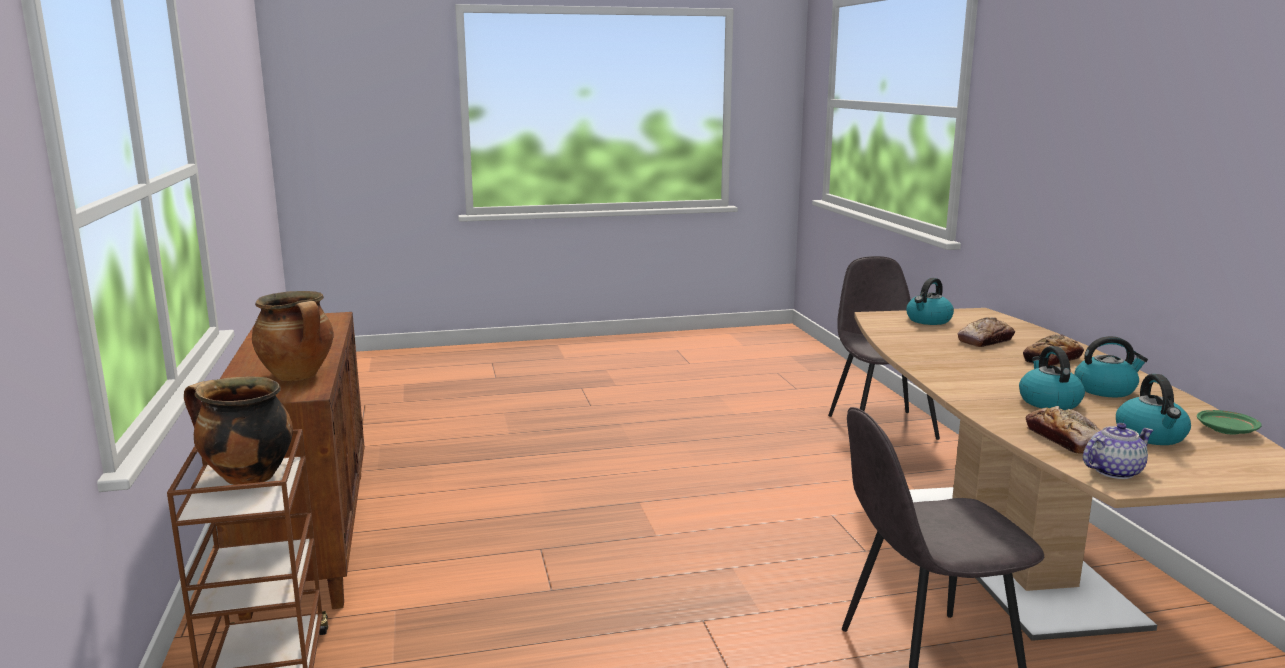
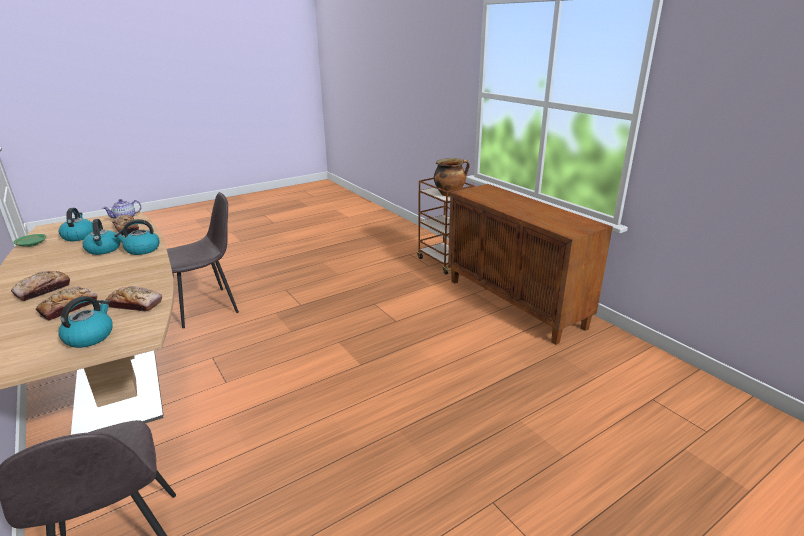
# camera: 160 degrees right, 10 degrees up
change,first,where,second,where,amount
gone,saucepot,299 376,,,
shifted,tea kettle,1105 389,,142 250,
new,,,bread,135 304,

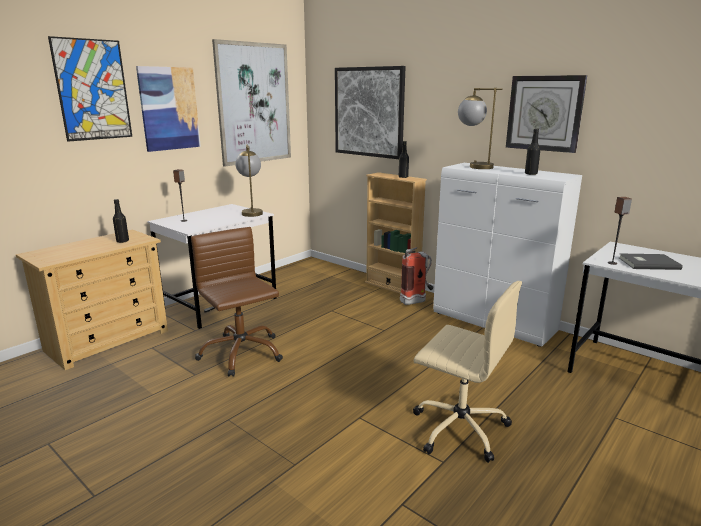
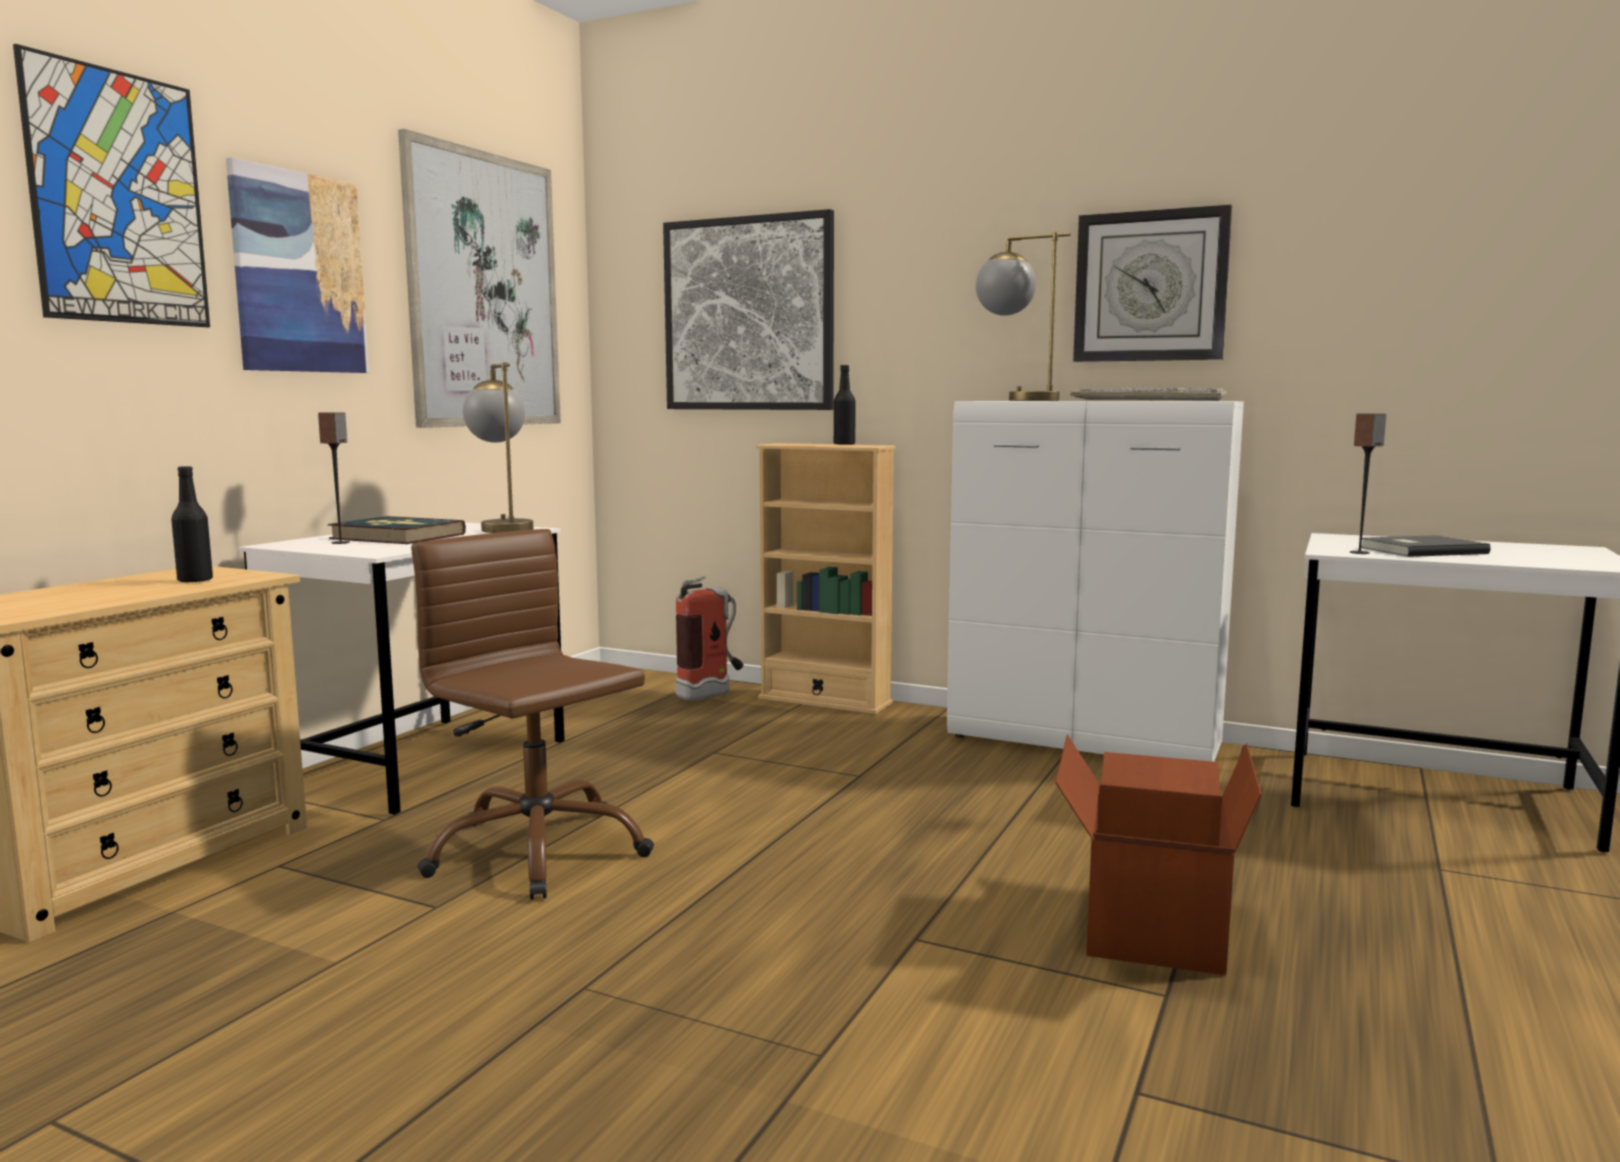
# camera: 15 degrees left, 10 degrees down
change,first,where,second,where,amount
shifted,extinguisher,417 301,,712 694,
swapped,beige computer chair,458 427,cardboard box,1150 928,
swapped,black-coloured drink bottle,531 174,computer keyboard,1149 400,
new,,,volume,397 536,

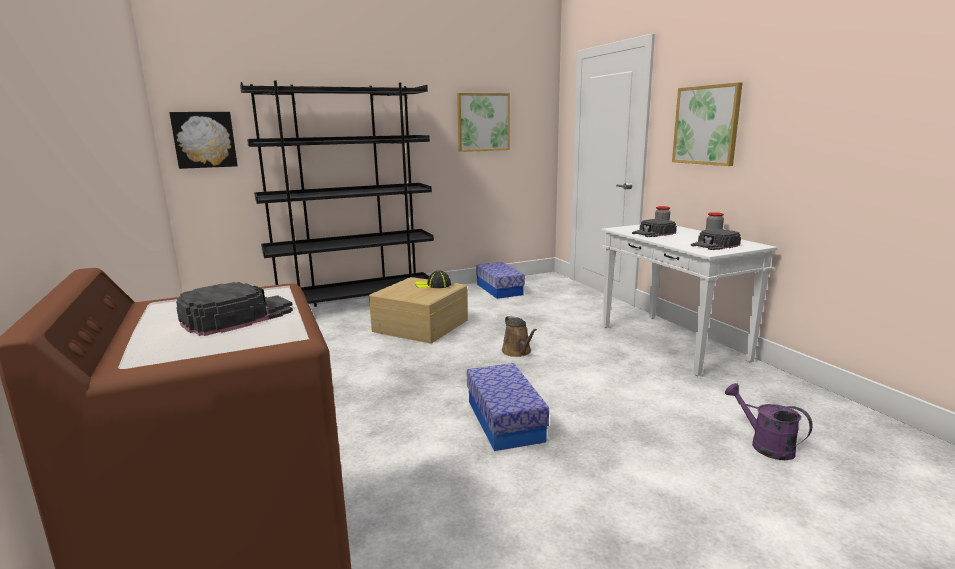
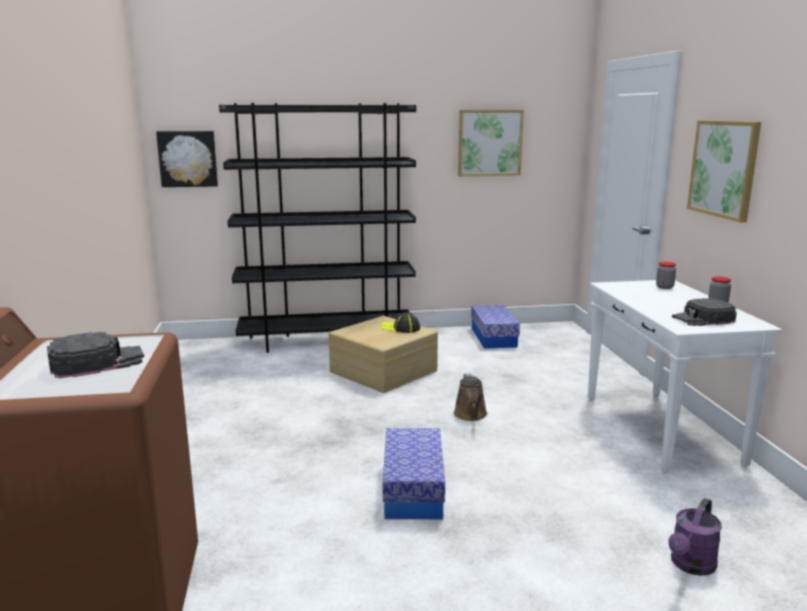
# camera: 15 degrees right, 0 degrees up
change,first,where,second,where,amount
gone,black-coloured cap,653 233,,,
rotated,purple-coloured sprinkling can,764 445,,690 566,120 degrees counterclockwise

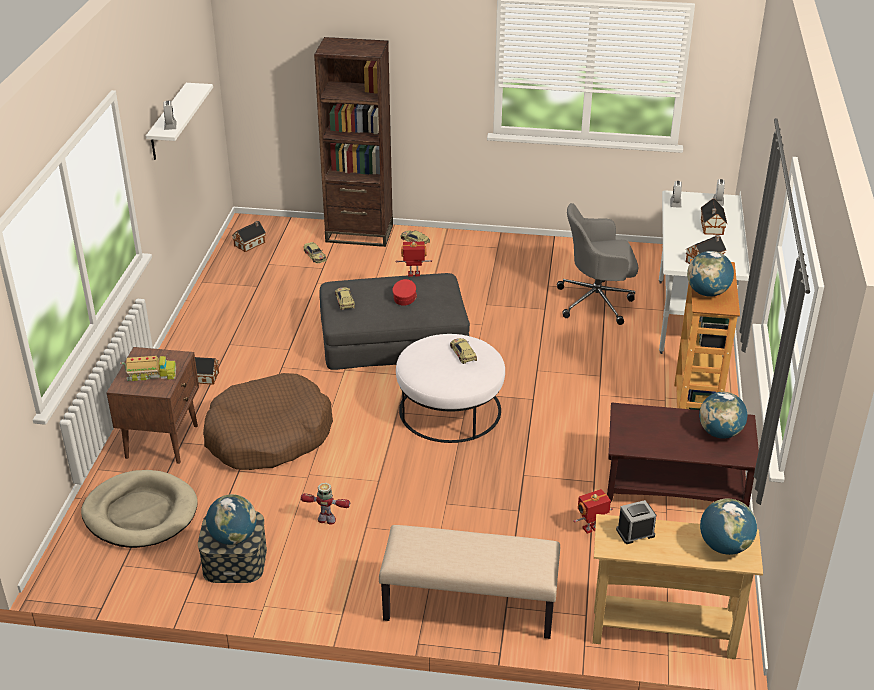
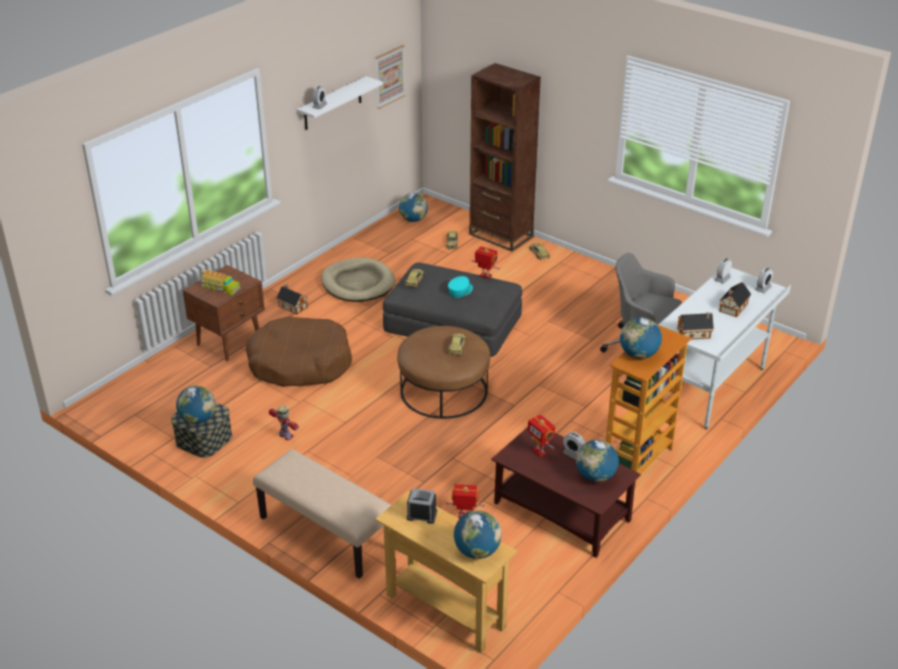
# camera: 30 degrees right, 0 degrees up
change,first,where,second,where,amount
shifted,beige pet bed,140 513,,358 283,
swapped,toy house,250 244,world globe,413 220,
repainted,reddish cap,405 297,blue-green cap,460 291,
repainted,white-coloured footrest,450 410,brown-coloured footrest,443 391,
new,,,picture,389 76,
new,,,robot figure,539 451,
new,,,bedside clock,573 454,

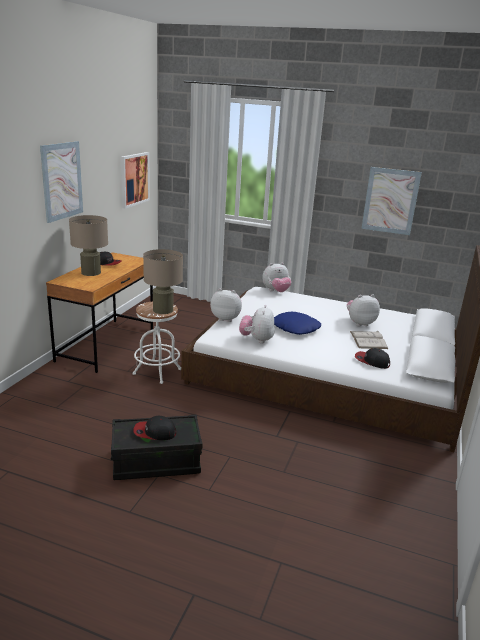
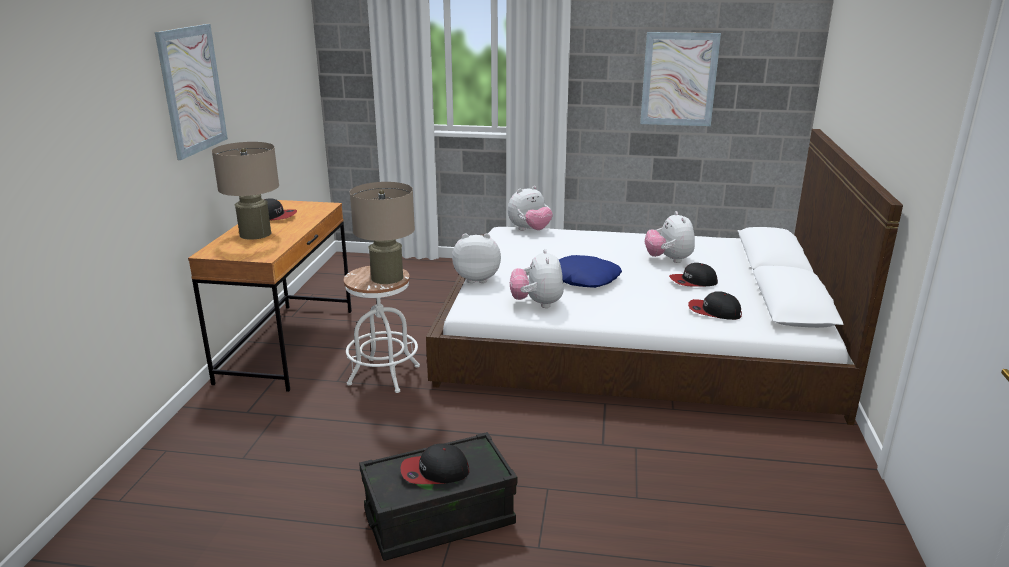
# camera: 10 degrees left, 0 degrees up
change,first,where,second,where,amount
gone,picture,134 179,,,
rotated,soft toy,359 323,,668 260,75 degrees counterclockwise
swapped,white-coloured volume,368 340,cap,693 282,

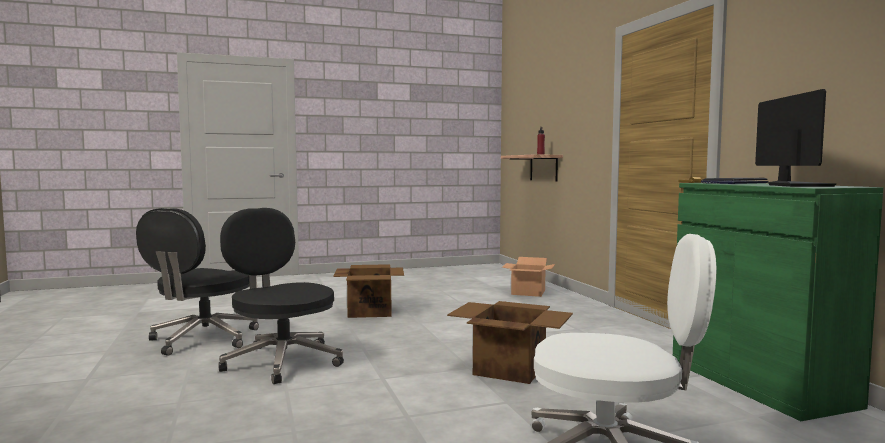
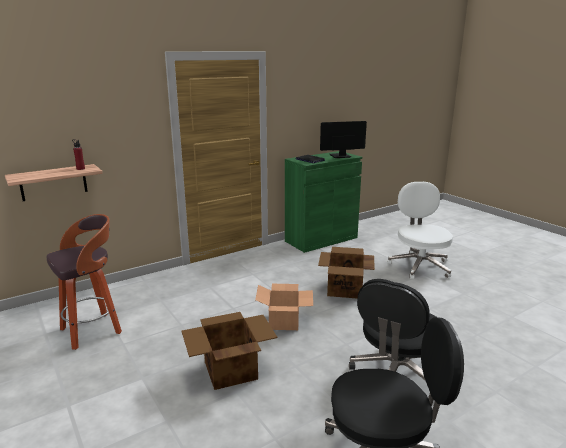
# camera: 105 degrees left, 15 degrees up
change,first,where,second,where,amount
shifted,cardboard box,528 292,,283 321,
new,,,sitting stool,92 330,

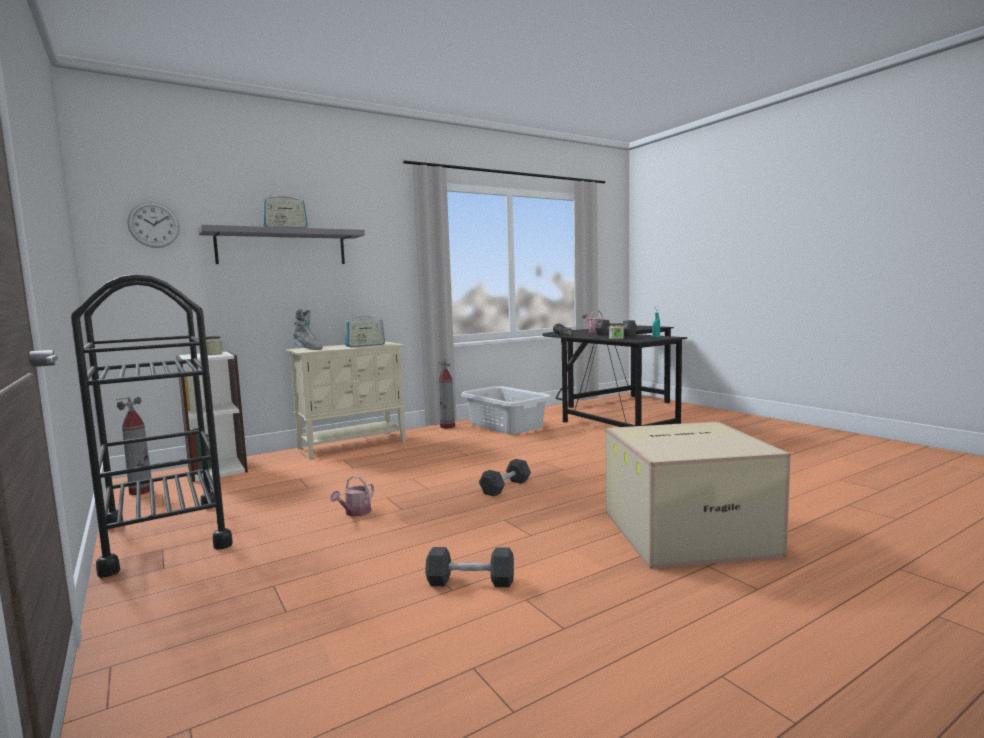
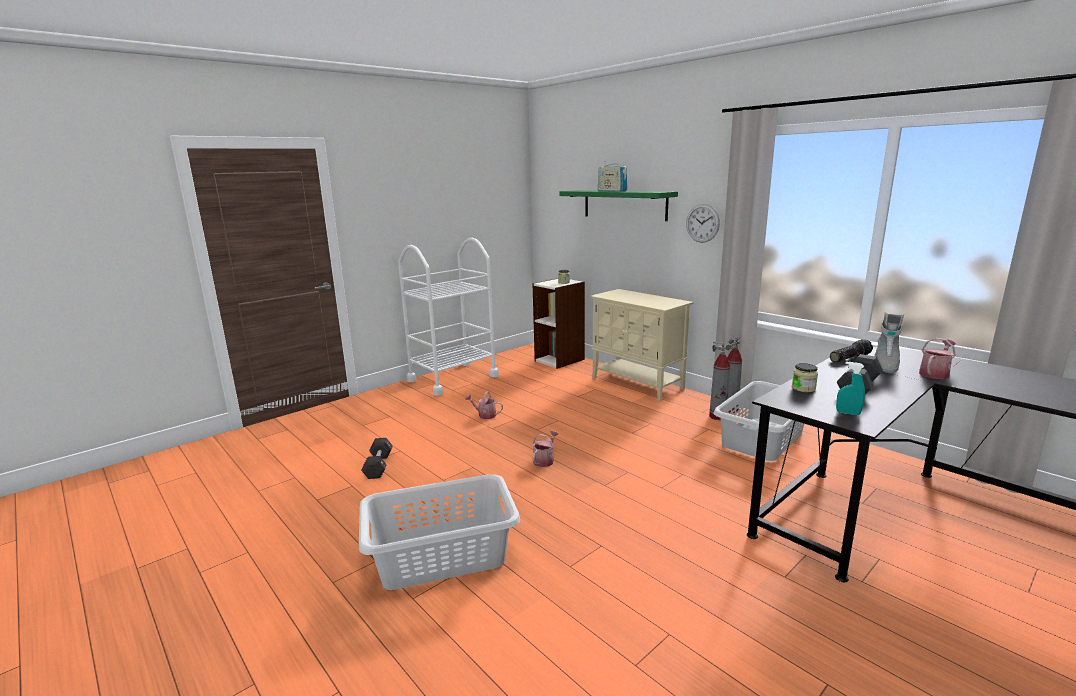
# camera: 80 degrees right, 10 degrees up
change,first,where,second,where,amount
repainted,black-coloured cart,165 535,white-coloured cart,453 378,
shifted,extinguisher,141 491,,718 416,
shifted,hanging clock,154 225,,702 223,
repainted,greyish bracket shelf,282 247,greenish bracket shelf,624 204,
shifted,greyish boot,307 349,,885 365,
gone,radio,365 345,,,
swapped,black-coloured free weight,505 487,sprinkling can,545 460,
swapped,cardboard box,688 531,greyish hamper,442 556,

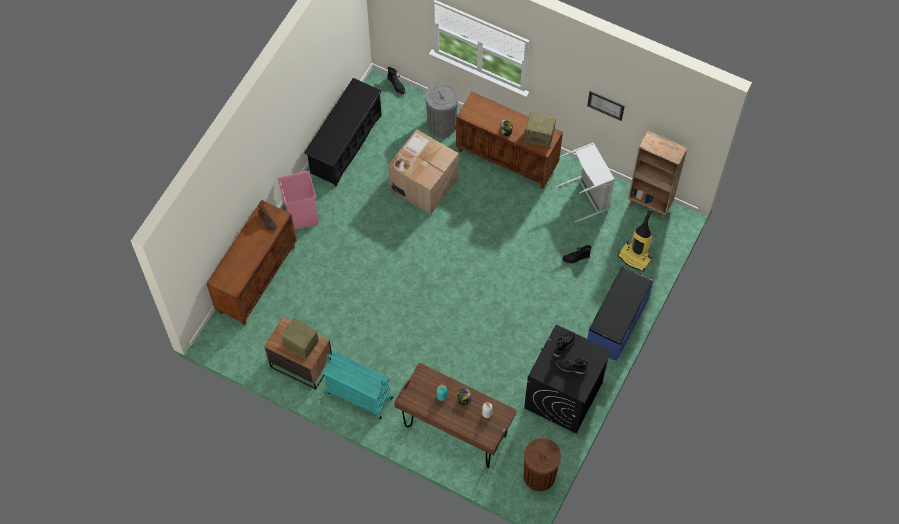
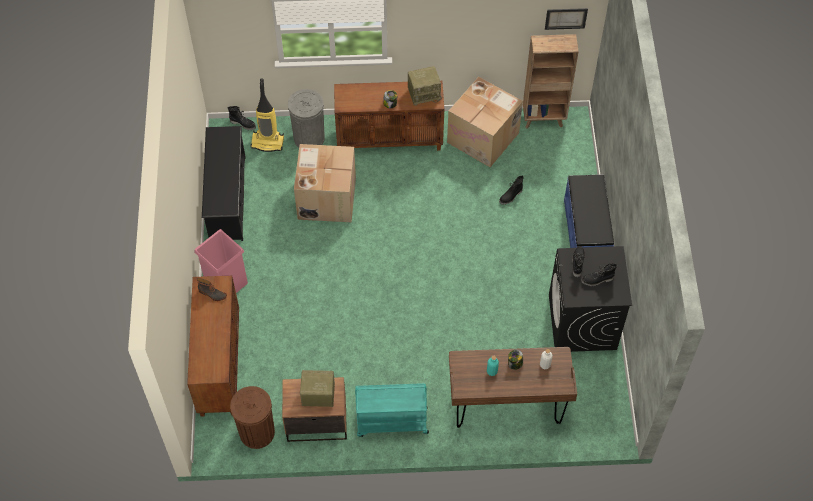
# camera: 30 degrees left, 5 degrees down
change,first,where,second,where,amount
shifted,brown-coloured waste bin,539 475,,257 432,
swapped,greyish hamper,587 196,cardboard box,484 137,
shifted,picture,606 105,,566 18,
shifted,hoover,635 257,,268 142,

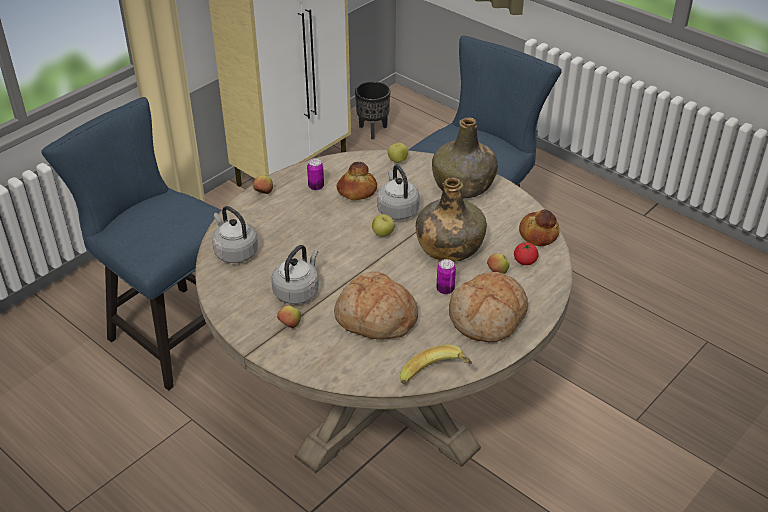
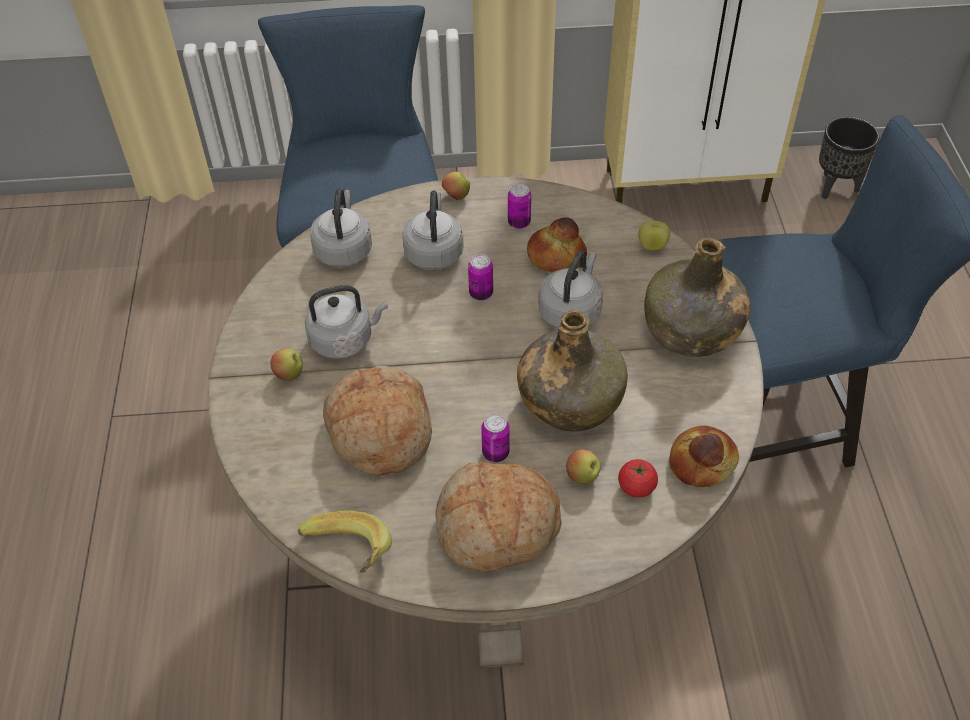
# camera: 45 degrees right, 10 degrees up
change,first,where,second,where,amount
gone,whole apple,383 234,,,
new,,,greyish tea kettle,434 252,
new,,,metal can,481 293,

